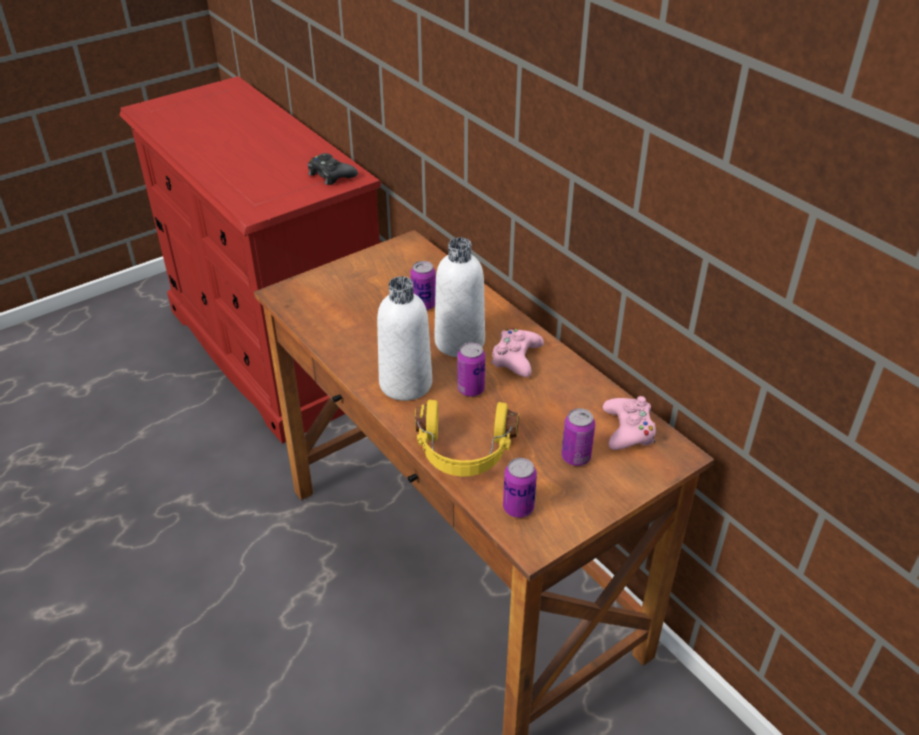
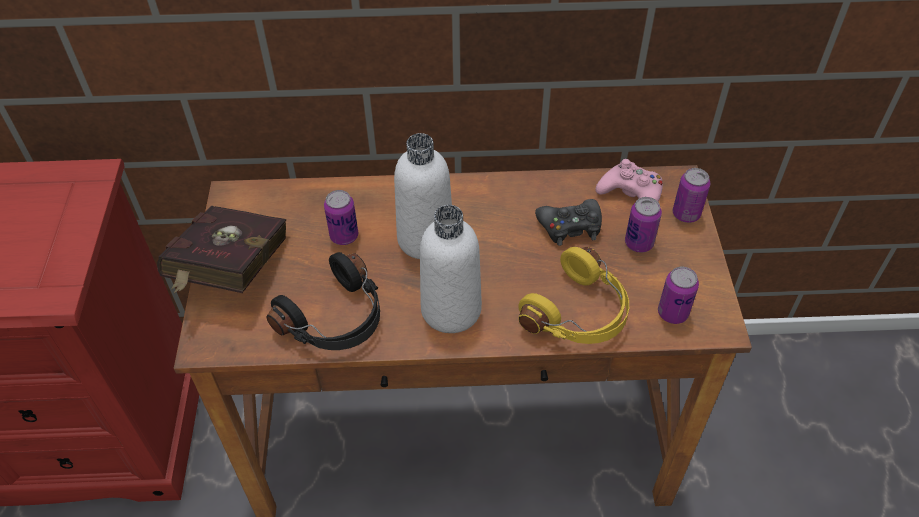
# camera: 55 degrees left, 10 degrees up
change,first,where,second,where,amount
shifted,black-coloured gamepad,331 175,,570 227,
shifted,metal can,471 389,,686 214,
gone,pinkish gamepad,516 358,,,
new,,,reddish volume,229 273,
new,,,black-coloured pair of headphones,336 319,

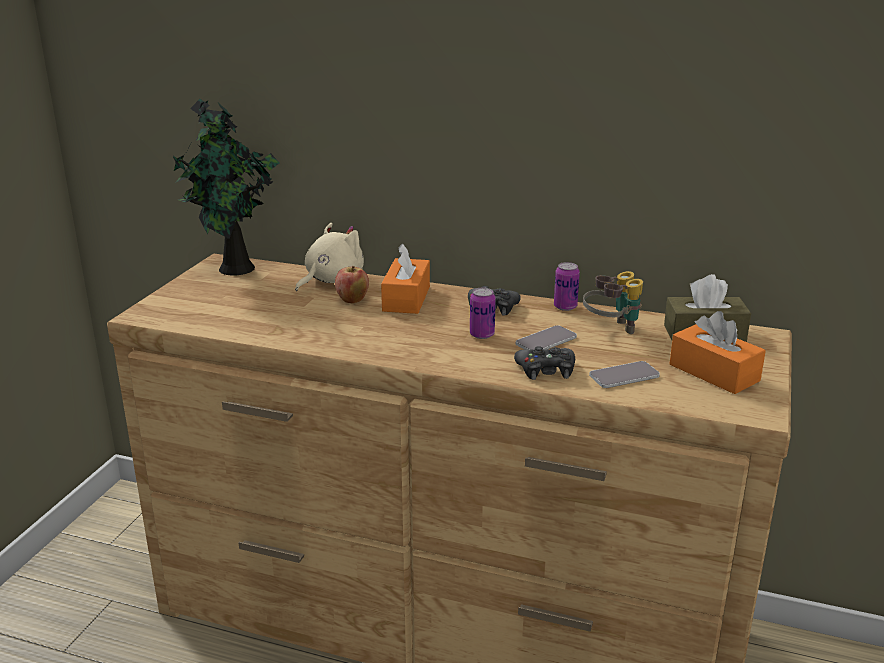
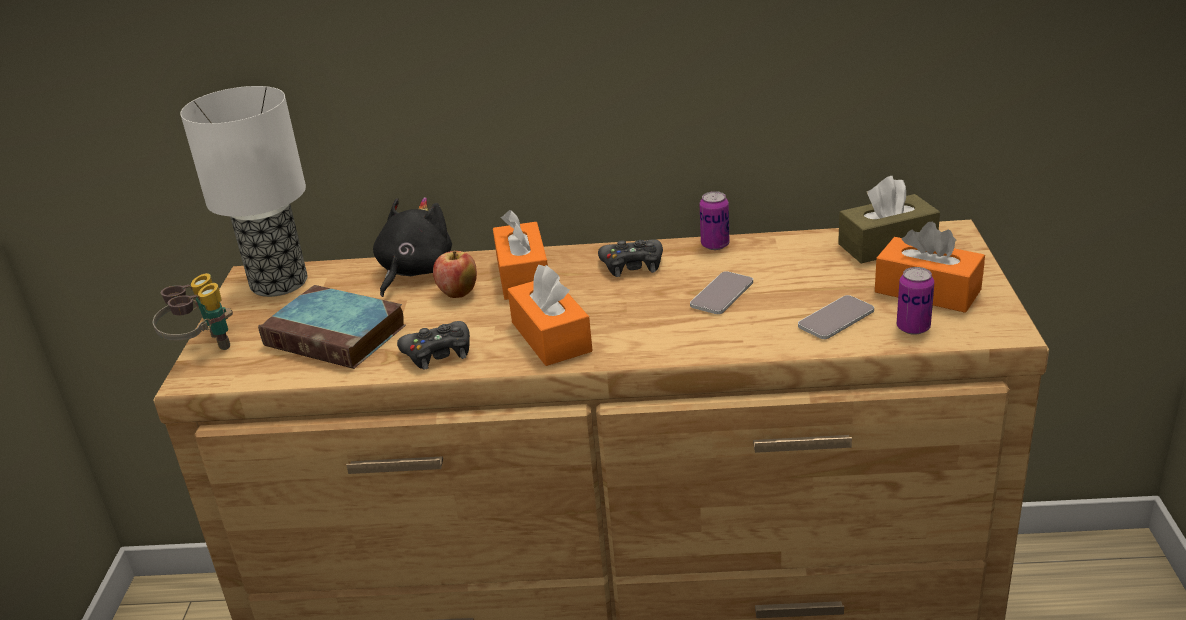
# camera: 15 degrees left, 5 degrees up
change,first,where,second,where,amount
swapped,potted plant,235 270,tabletop lamp,279 283,
repainted,beige soft toy,331 280,black-coloured soft toy,413 271,
shifted,metal can,482 335,,913 328,
shifted,black-coloured gamepad,546 370,,438 353,
shifted,pair of binoculars,611 329,,203 348,
new,,,volume,338 335,
new,,,orangey tissue box,551 337,

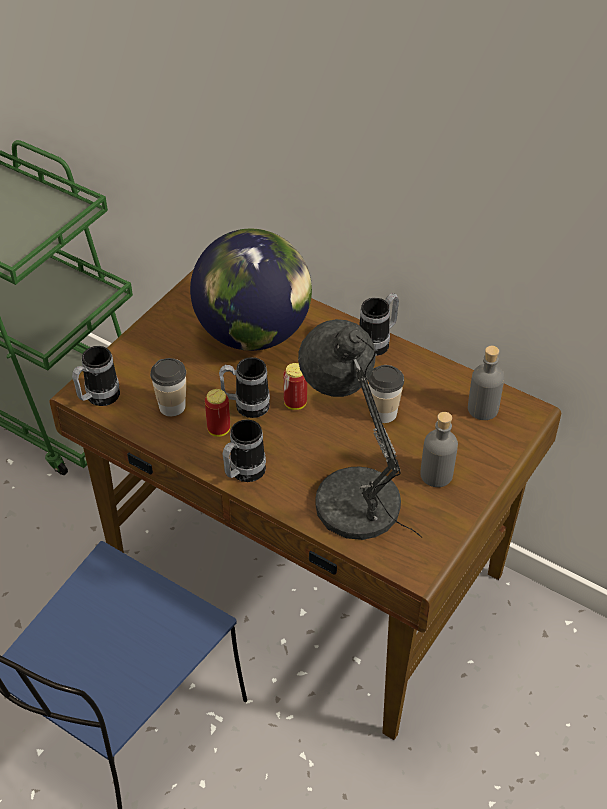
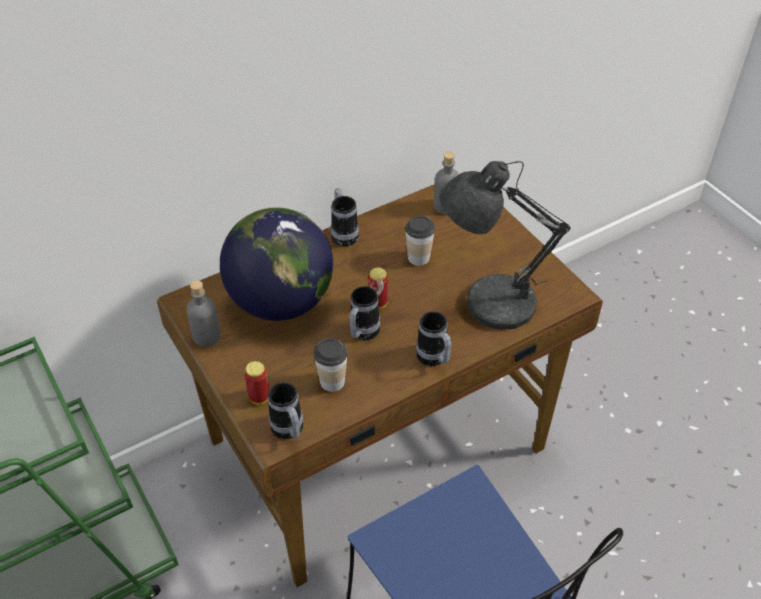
# camera: 65 degrees left, 0 degrees up
change,first,where,second,where,amount
shifted,metal can,219 430,,259 397,
shifted,greyish drink bottle,436 475,,206 336,

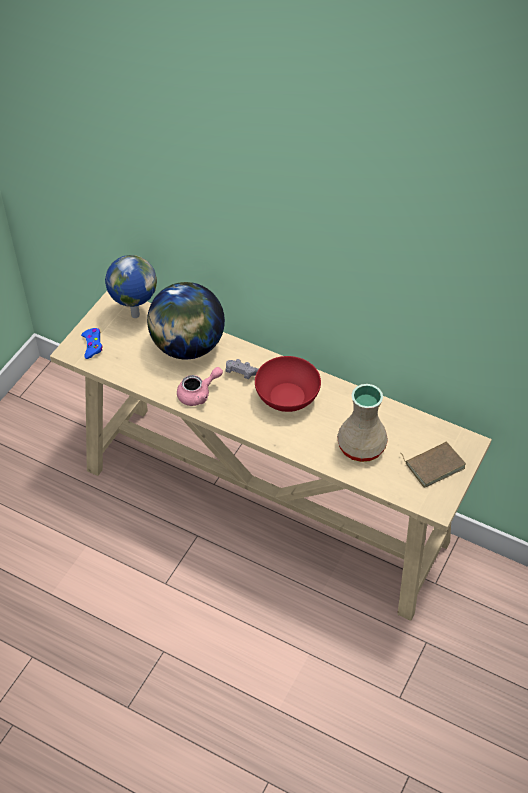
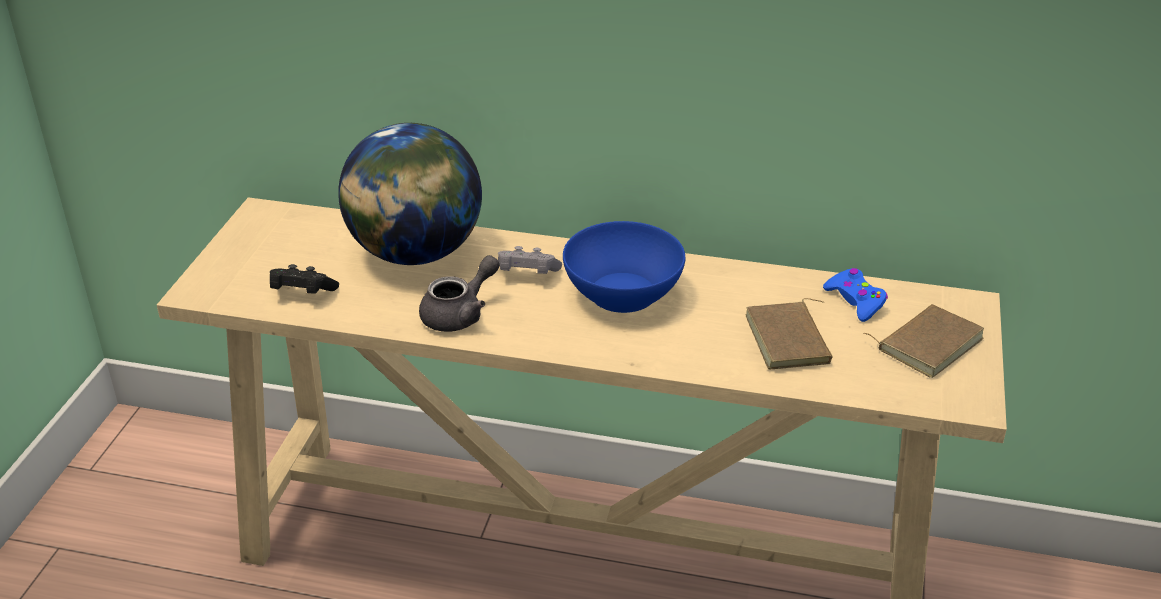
# camera: 15 degrees left, 15 degrees down
change,first,where,second,where,amount
shifted,blue gamepad,92 345,,855 301,
gone,world globe,134 315,,,
repainted,pinkish tea pot,198 394,greyish tea pot,460 314,
repainted,reddish serving bowl,287 397,blue serving bowl,623 293,
swapped,beige decorative vase,362 447,brown-coloured volume,790 340,
new,,,black-coloured gamepad,302 293,

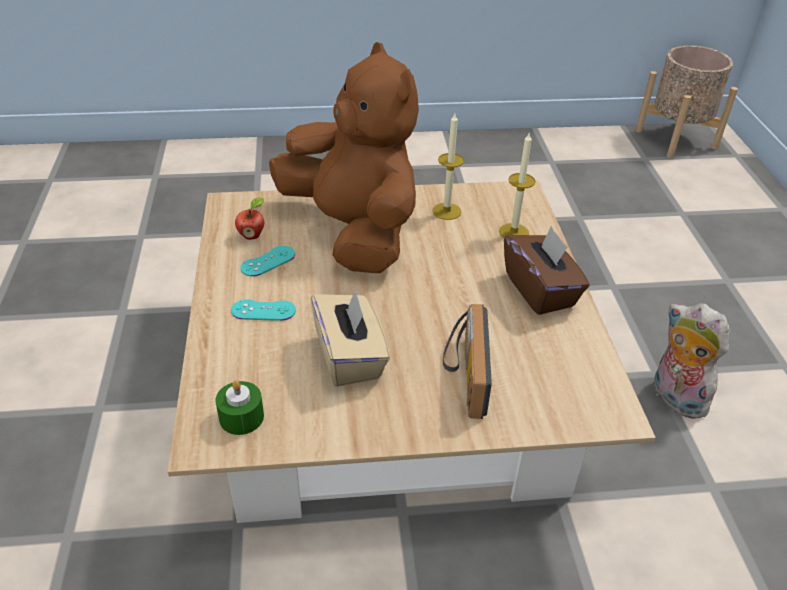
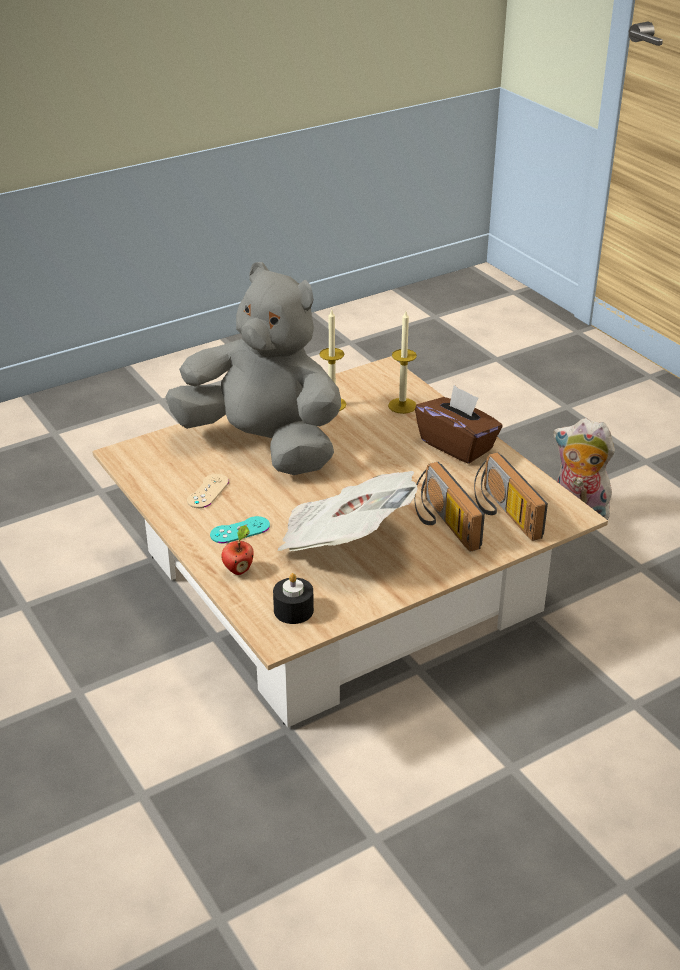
# camera: 25 degrees left, 5 degrees down
change,first,where,second,where,amount
repainted,greenish wax candle,241 417,black-coloured wax candle,293 610,
shifted,whole apple,252 235,,238 569,
repainted,blue-green gamepad,268 261,beige gamepad,208 491,
repainted,brown-coloured soft toy,353 232,greyish soft toy,264 445,
swapped,beige tissue box,350 357,newspaper,344 541,
gone,beige flower pot,675 139,,,
new,,,radio,502 513,

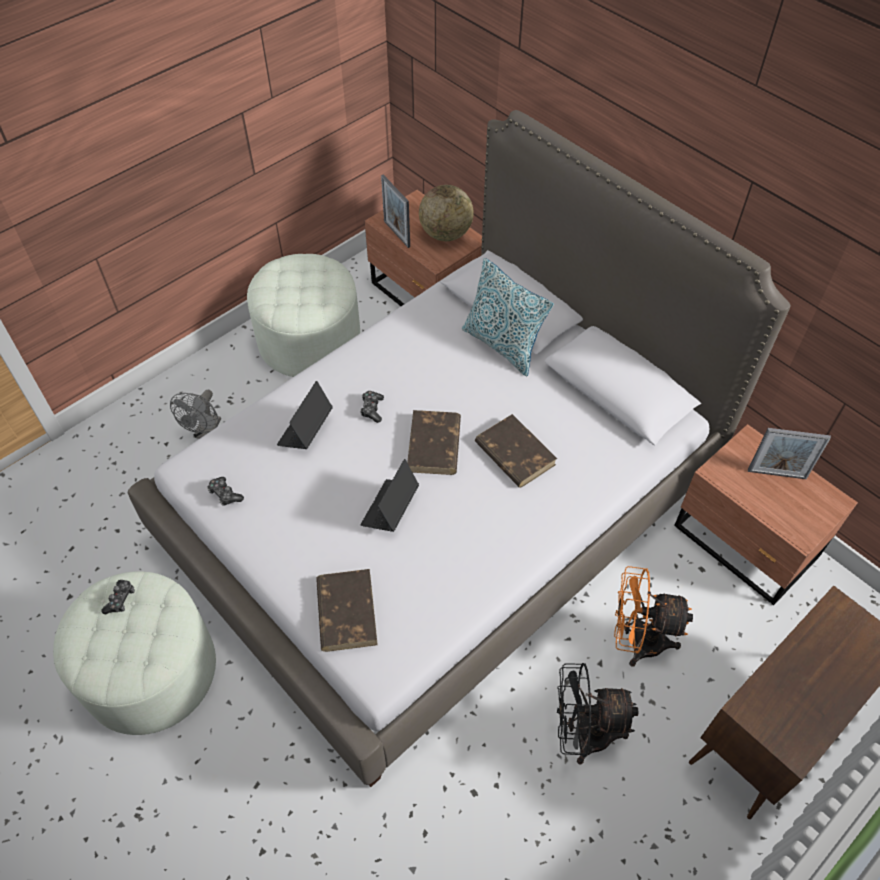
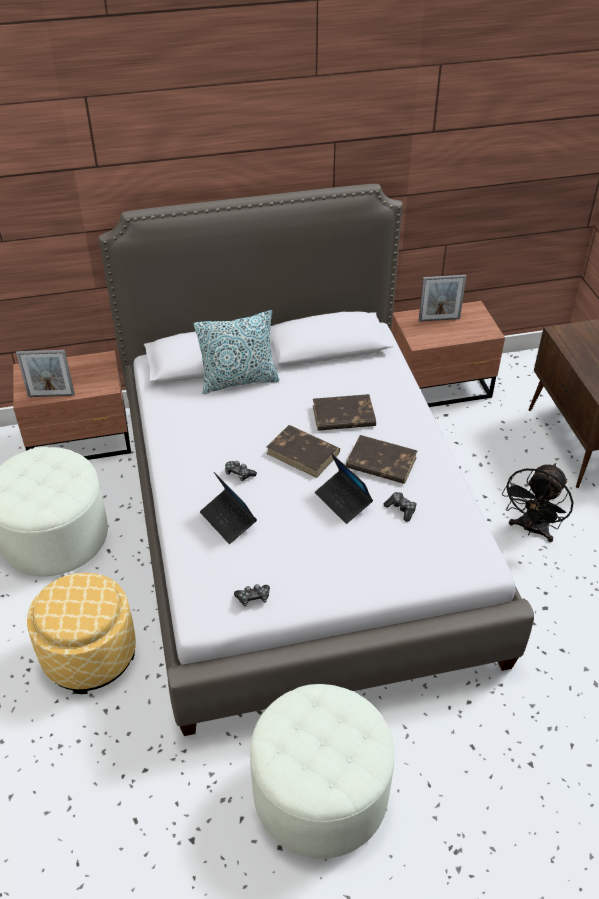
# camera: 60 degrees left, 10 degrees down
change,first,where,second,where,amount
shifted,gamepad,120 599,,401 509,
swapped,greyish electric fan,206 432,footrest,89 654,
shifted,brown-coloured volume,346 611,,380 463,
gone,world globe,446 234,,,
gone,orangey electric fan,637 641,,,
rotated,picture frame,776 474,,439 319,45 degrees clockwise

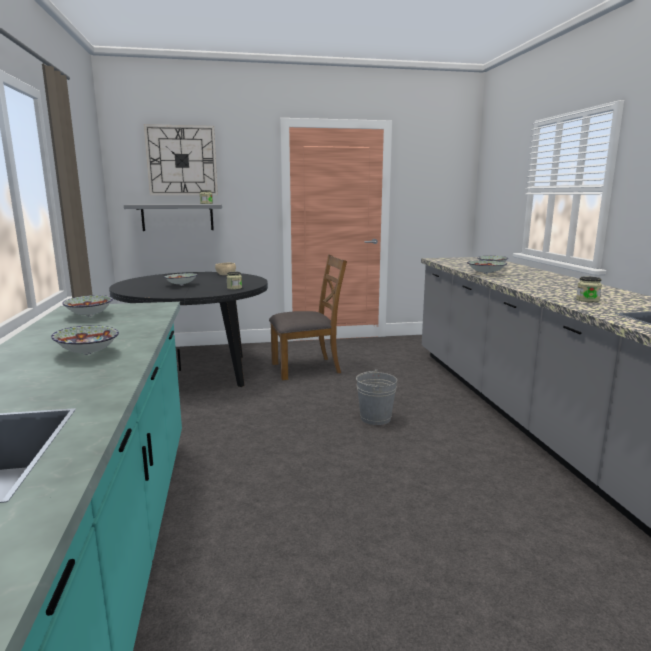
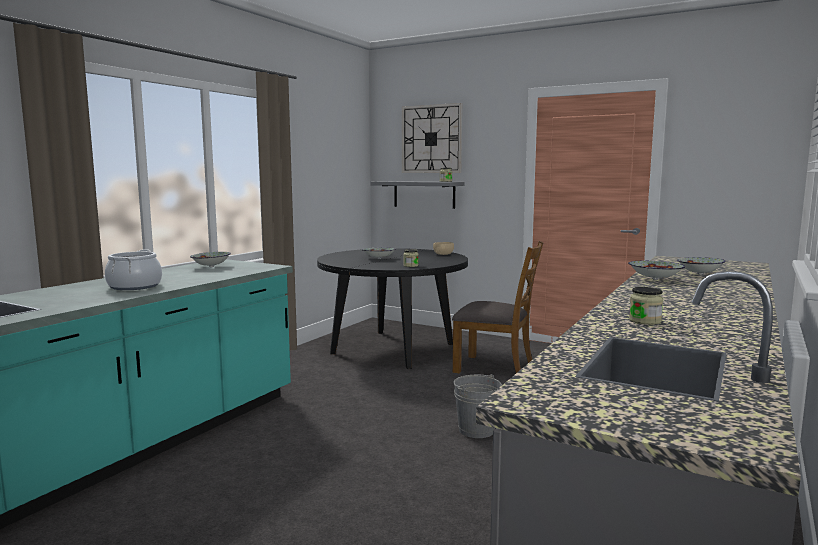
# camera: 40 degrees right, 5 degrees down
change,first,where,second,where,amount
swapped,serving bowl,87 353,saucepot,134 286,

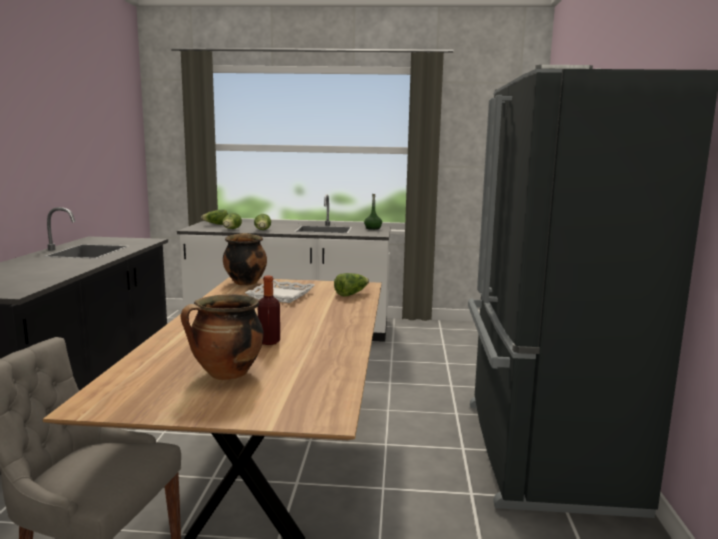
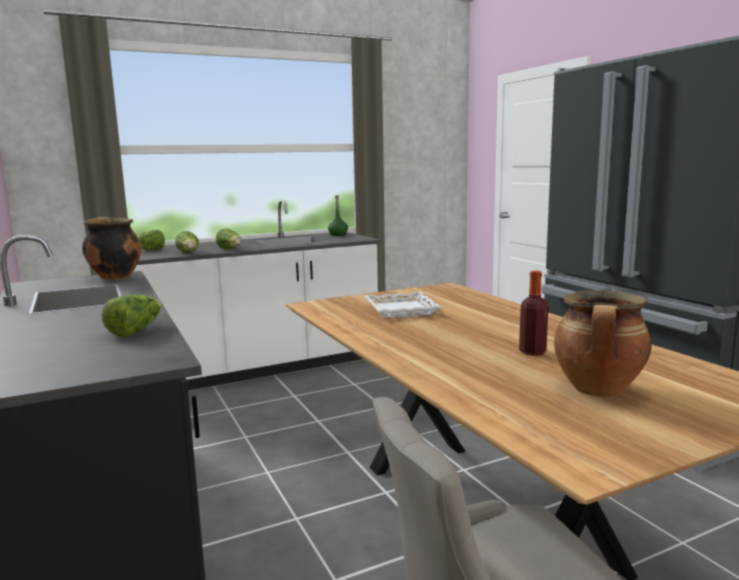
# camera: 30 degrees left, 0 degrees up
change,first,where,second,where,amount
shifted,saucepot,245 282,,114 277,
shifted,head of lettuce,351 294,,135 330,

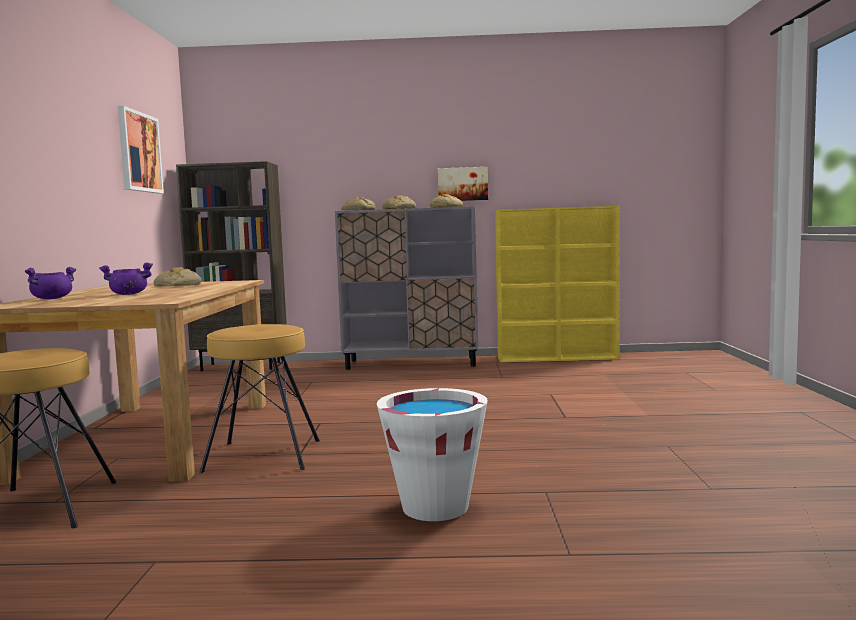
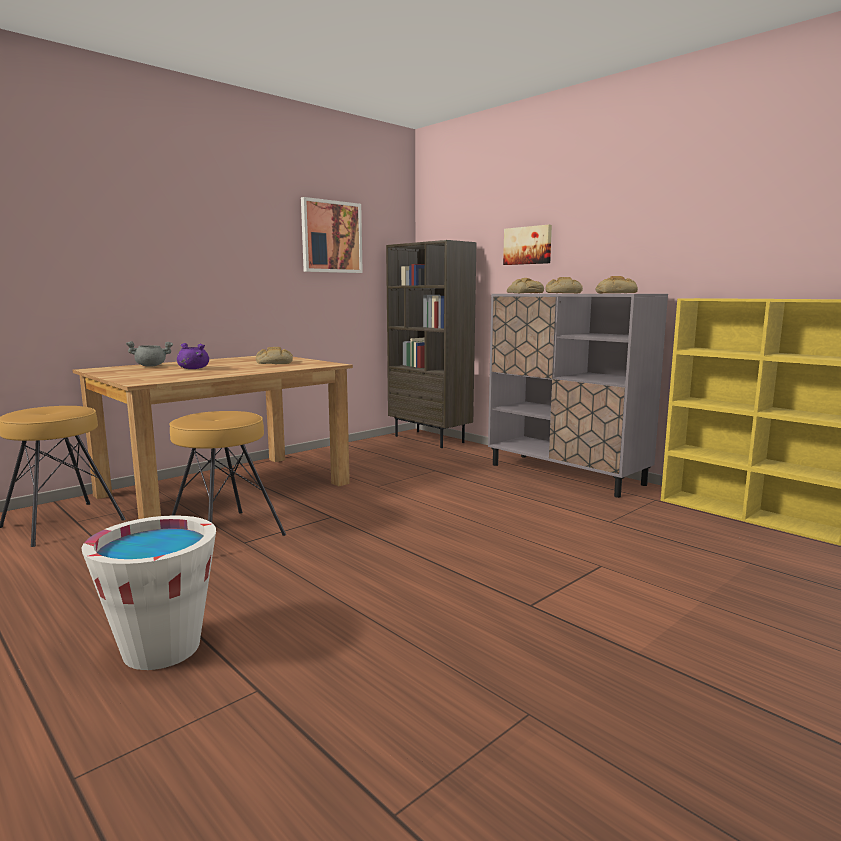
# camera: 45 degrees right, 5 degrees up
change,first,where,second,where,amount
repainted,purple-coloured saucepot,52 298,greyish saucepot,151 366,
shifted,picture,462 184,,528 245,

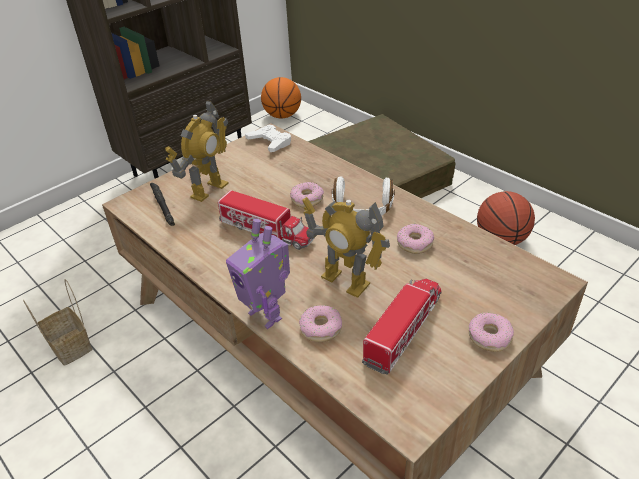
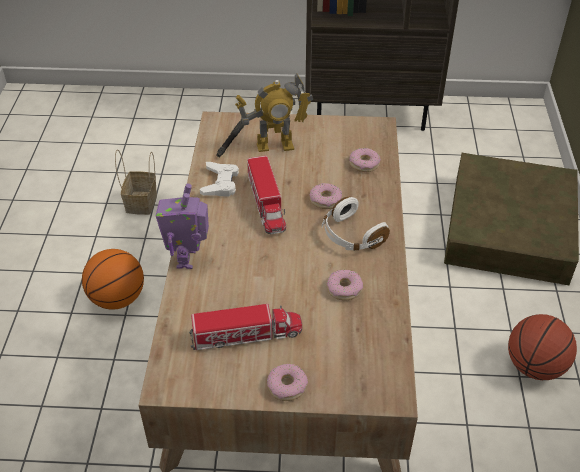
# camera: 45 degrees right, 5 degrees up
change,first,where,second,where,amount
shifted,white-coloured gamepad,270 142,,220 183,
shifted,basketball ball,282 116,,117 298,
shifted,donut,321 328,,364 164,
gone,robot figure,345 281,,,

